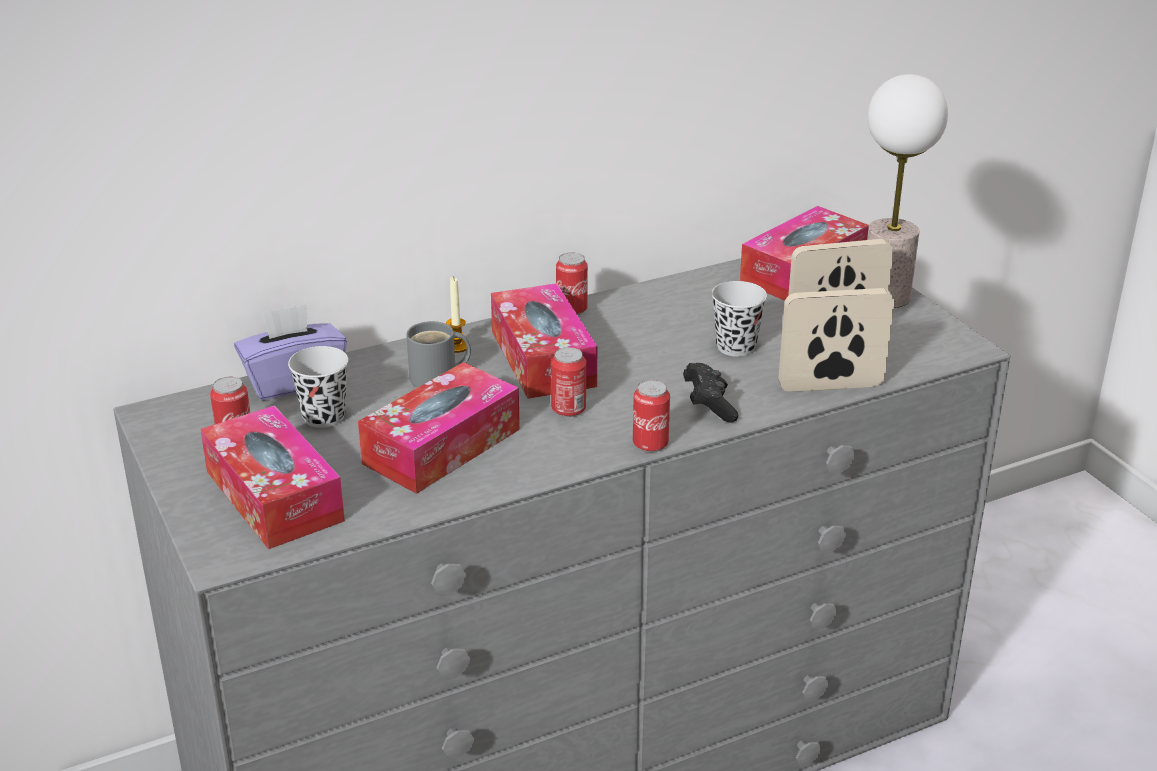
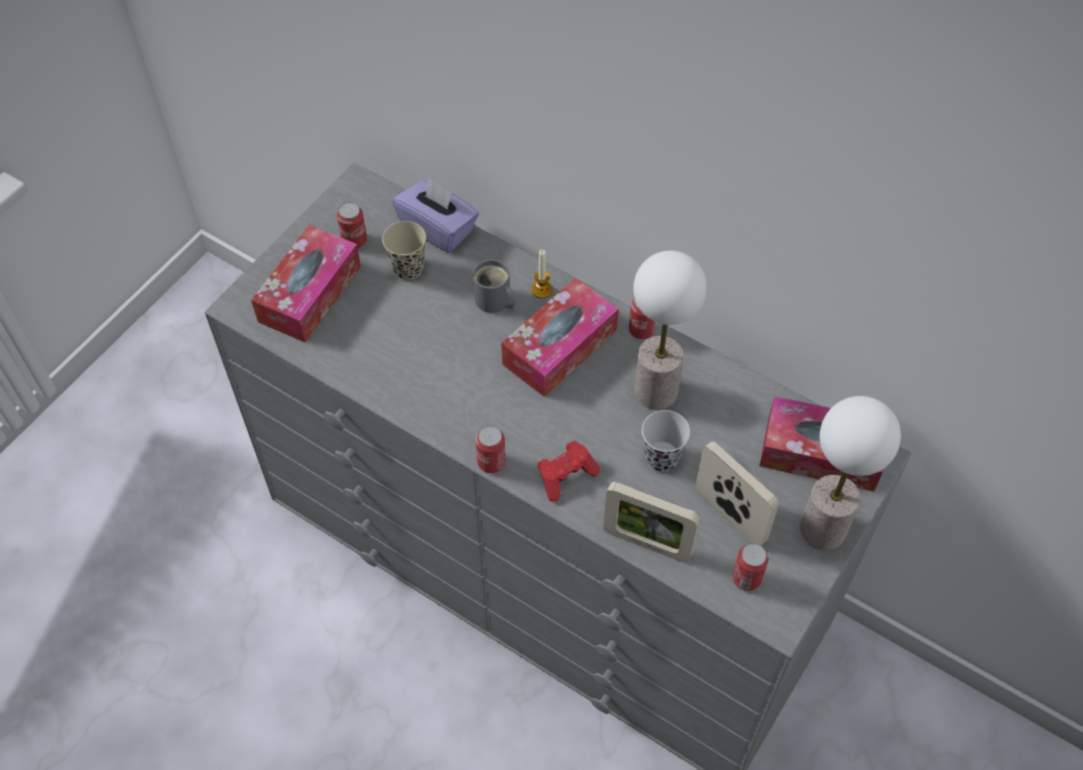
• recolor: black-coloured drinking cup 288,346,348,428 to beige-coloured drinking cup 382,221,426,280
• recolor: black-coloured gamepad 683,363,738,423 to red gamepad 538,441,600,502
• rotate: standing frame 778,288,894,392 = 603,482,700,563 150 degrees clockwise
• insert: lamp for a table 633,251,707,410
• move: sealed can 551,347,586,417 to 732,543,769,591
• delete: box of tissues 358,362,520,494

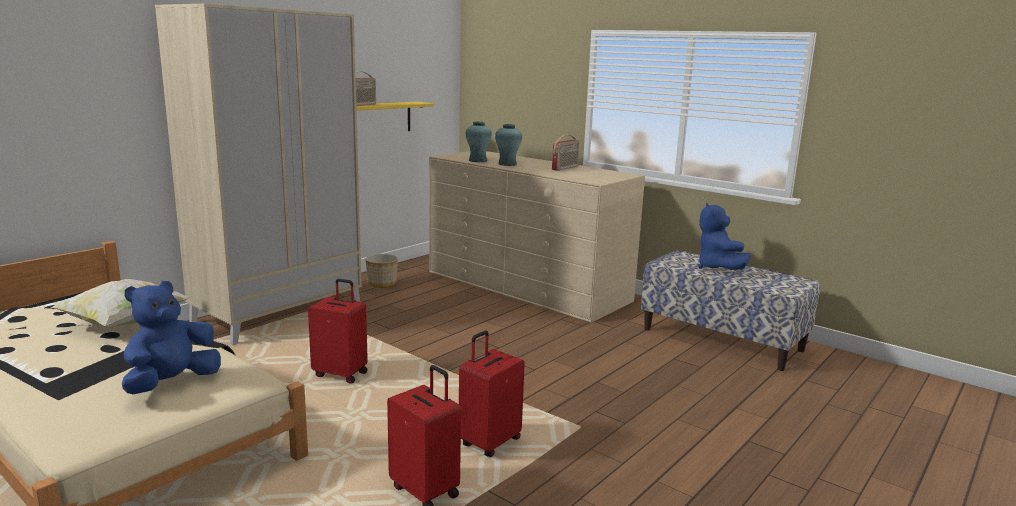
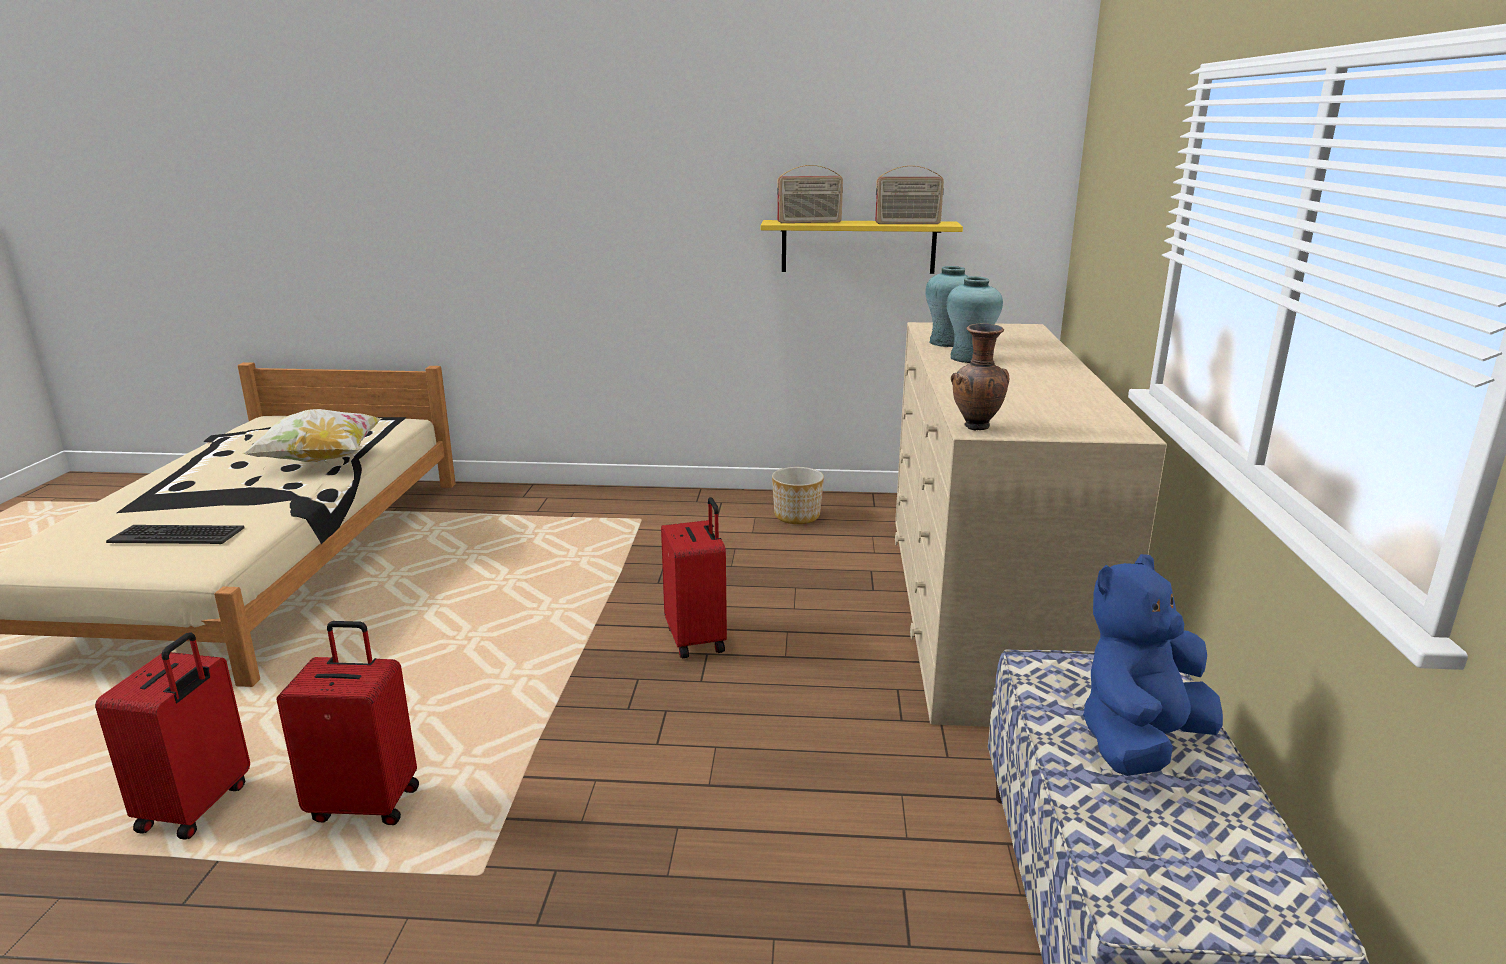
• replace: bluish soft toy 122,281,221,394 to PC keyboard 106,525,245,544
• move: red travel case 308,279,368,384 to 661,497,727,658
• move: radio set 552,134,579,171 to 875,165,944,224
• insert: brown-coloured decorative vase 951,324,1009,430
• delete: beige-coloured wardrobe 155,4,362,345

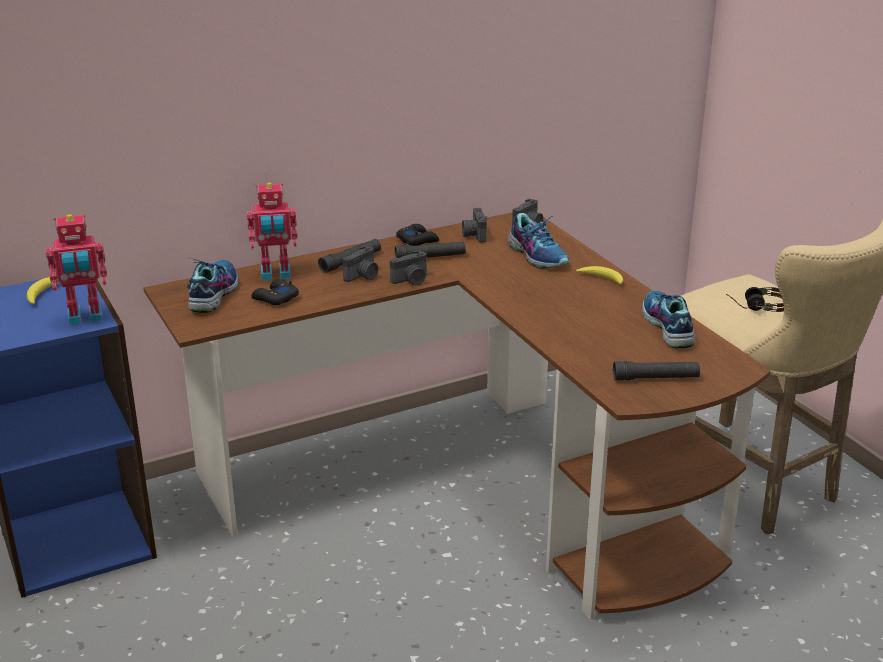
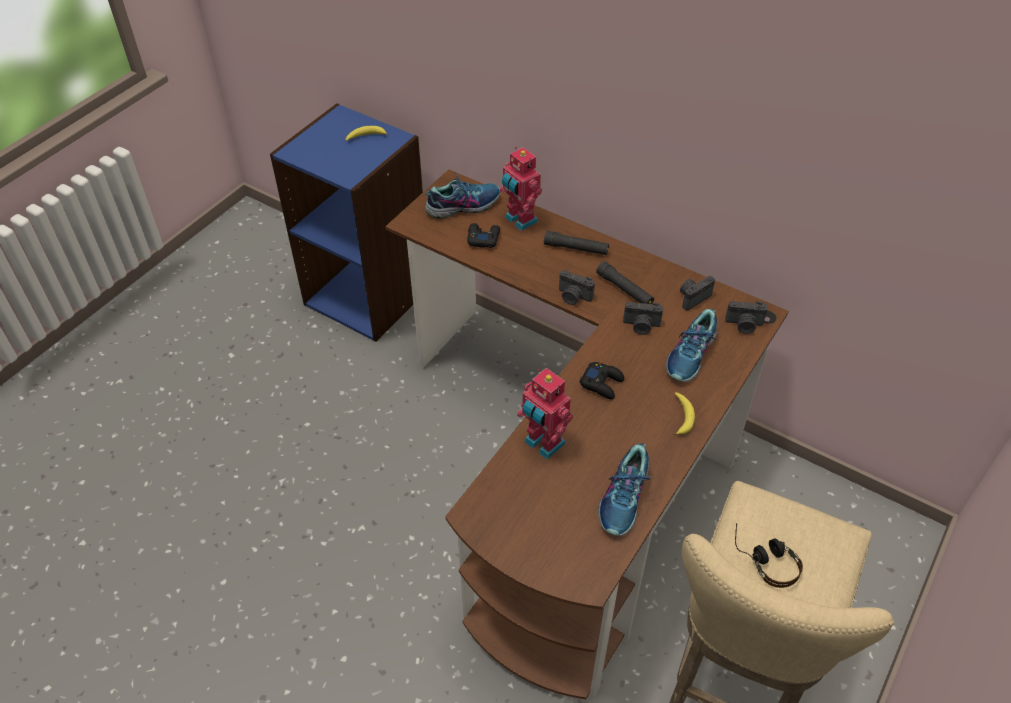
• move: robot figure 46,214,107,325 to 517,368,573,460
• move: black-coloured gamepad 396,224,439,246 to 580,362,624,399
• rotate: shoe 642,291,695,348 = 598,443,652,536 150 degrees clockwise
• move: photo camera 343,246,378,282 to 623,302,663,335
• delete: black-coloured flashlight 613,361,700,381

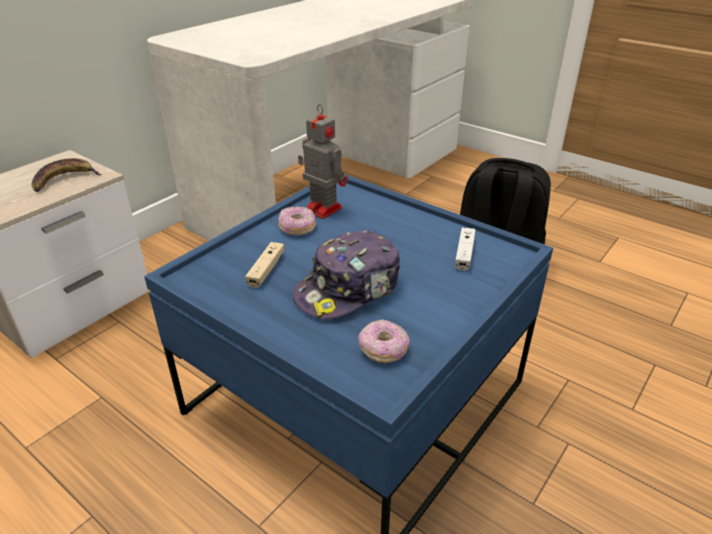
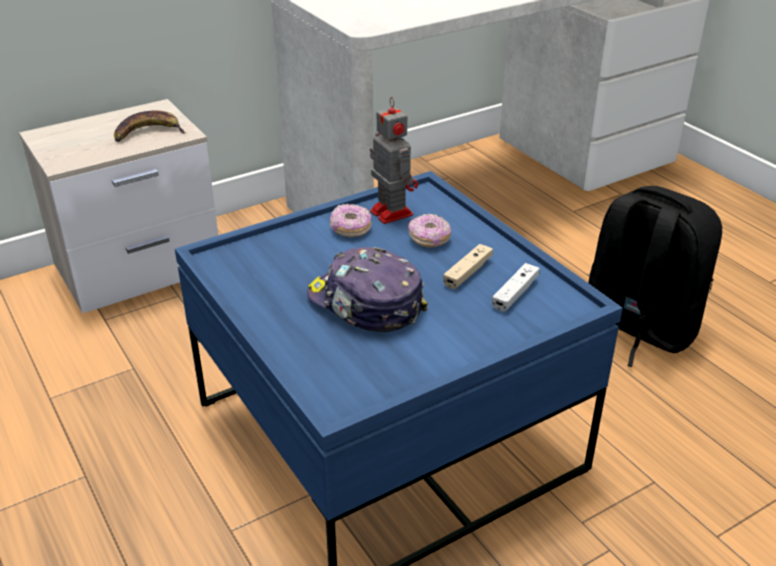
• rotate: cap 293,231,400,319 = 307,247,428,332 60 degrees clockwise
• move: doughnut 358,319,409,363 to 408,214,452,247
• move: beige-coloured gamepad 245,242,285,288 to 443,244,493,289

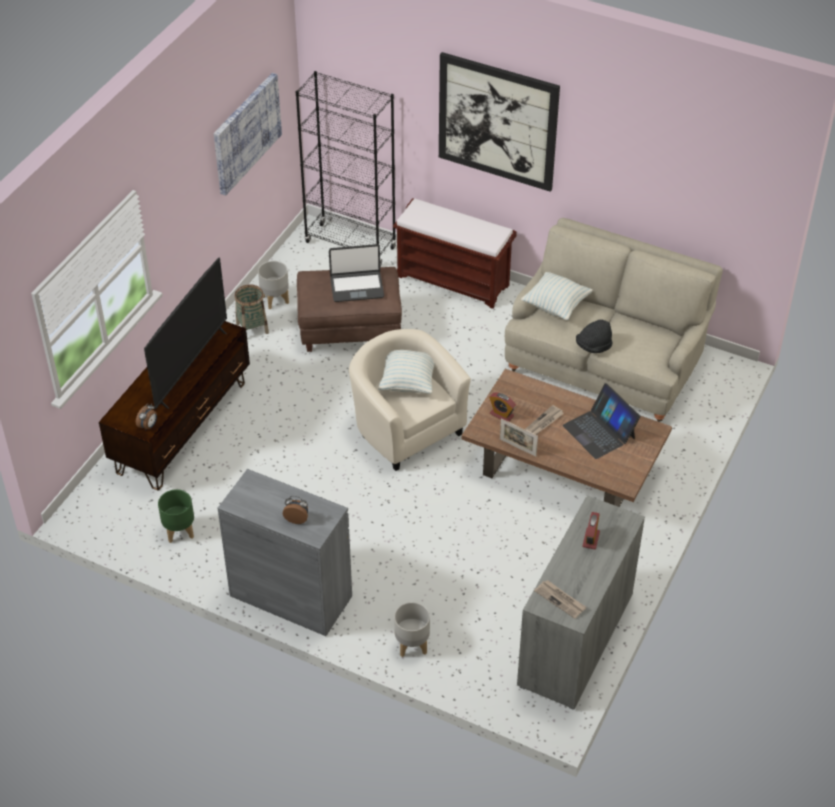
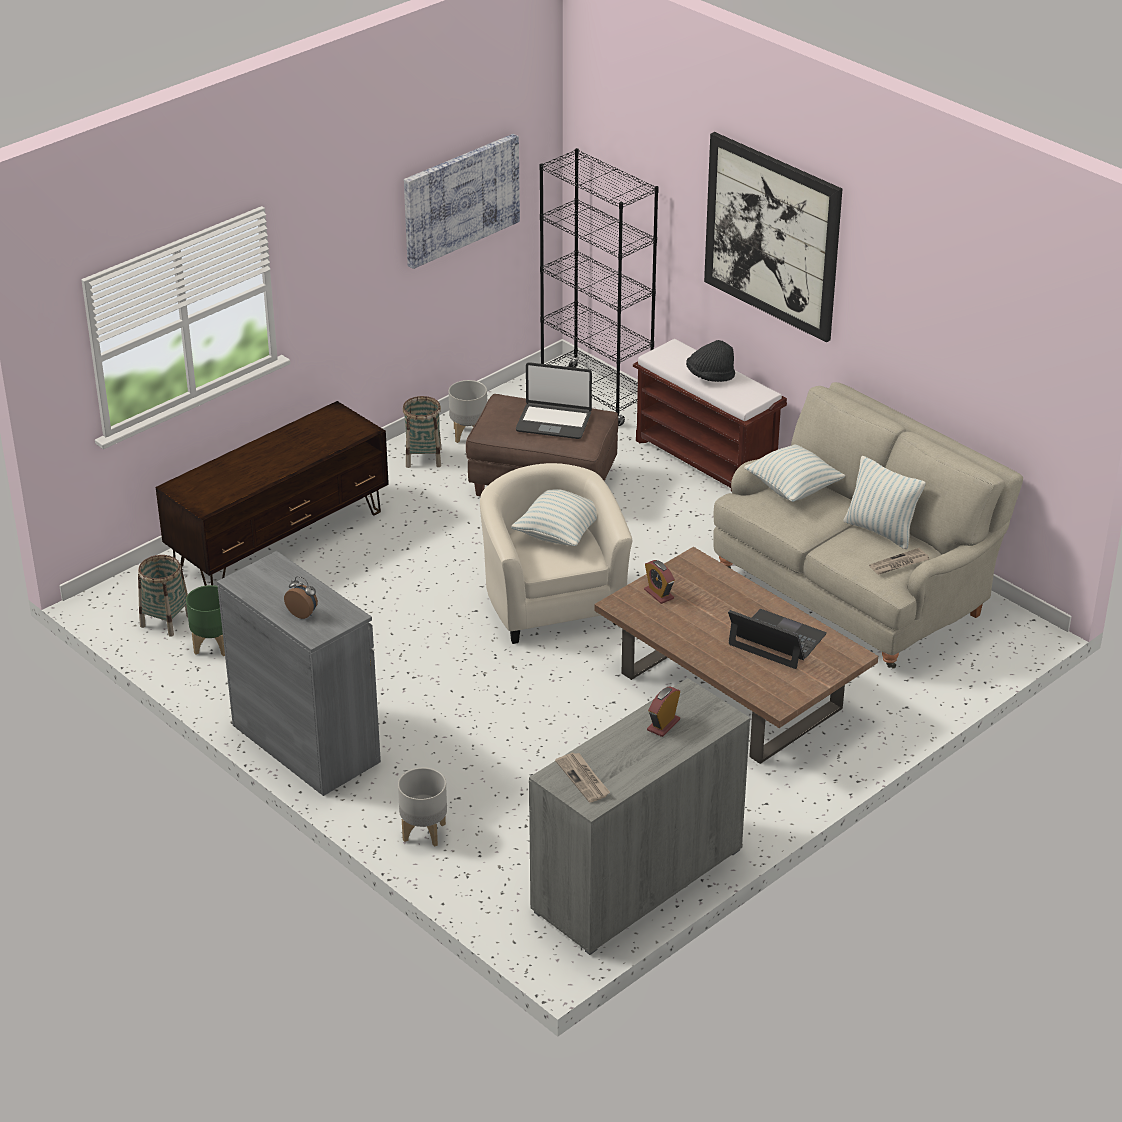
• insert: storage basket 138,555,188,636
• move: black-coloured wearable hat 576,320,612,353 to 686,340,735,382
• rotate: portable computer 563,383,640,459 = 728,609,827,669 135 degrees clockwise
• insert: throw pillow 843,456,926,549
• move: printed paper 525,405,564,435 to 869,548,929,575
• delete: bedside clock 136,404,157,429
• delete: TV 144,258,227,410
• delete: standing frame 500,418,538,457

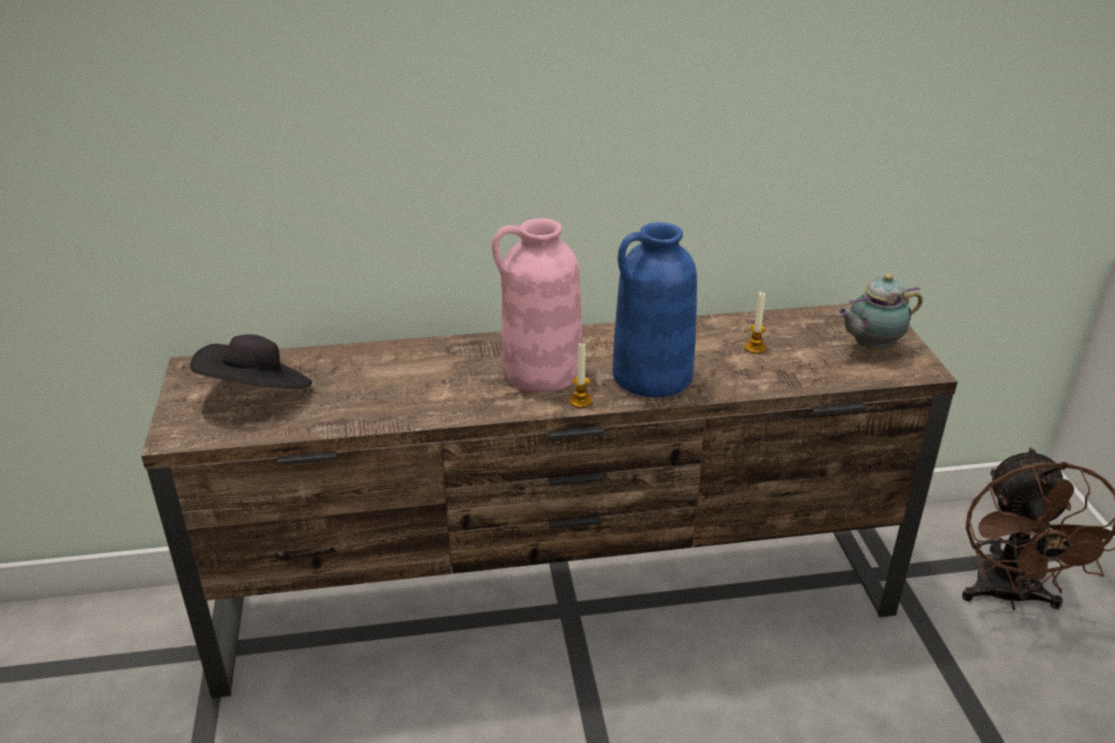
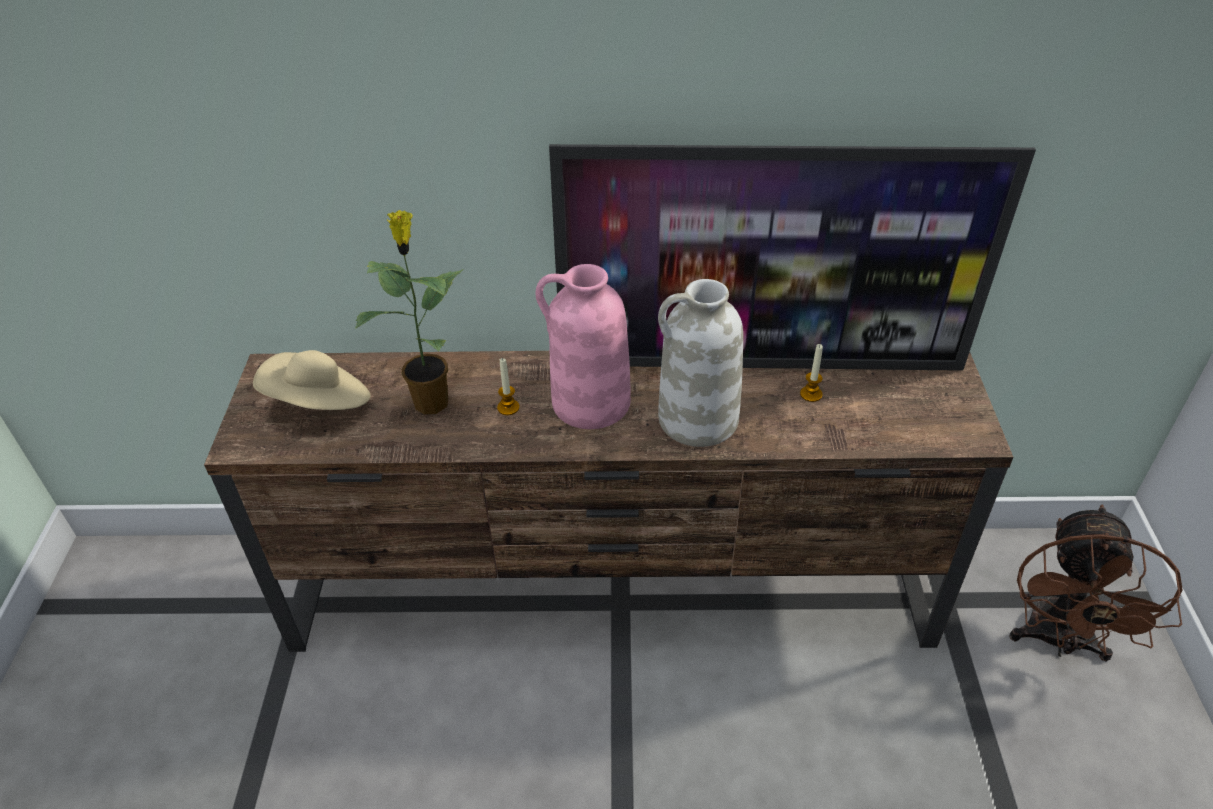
• recolor: black-coloured wearable hat 190,334,312,389 to beige-coloured wearable hat 253,350,370,410
• insert: houseplant 355,210,464,414
• move: wax candle 569,343,593,408 to 497,358,520,416
• insert: TV 549,144,1036,371
• recolor: bluish decorative vase 612,222,697,397 to white decorative vase 658,279,743,447
• delete: pot for tea 837,274,923,351

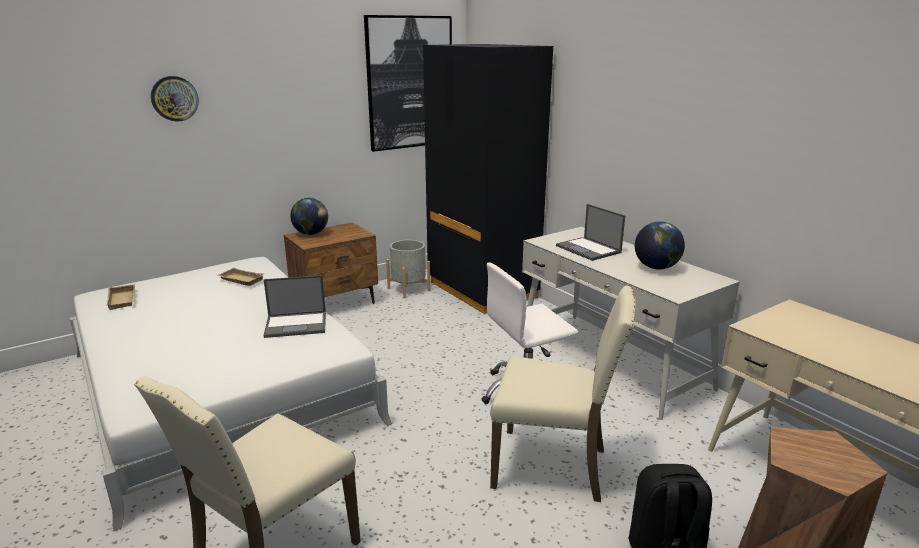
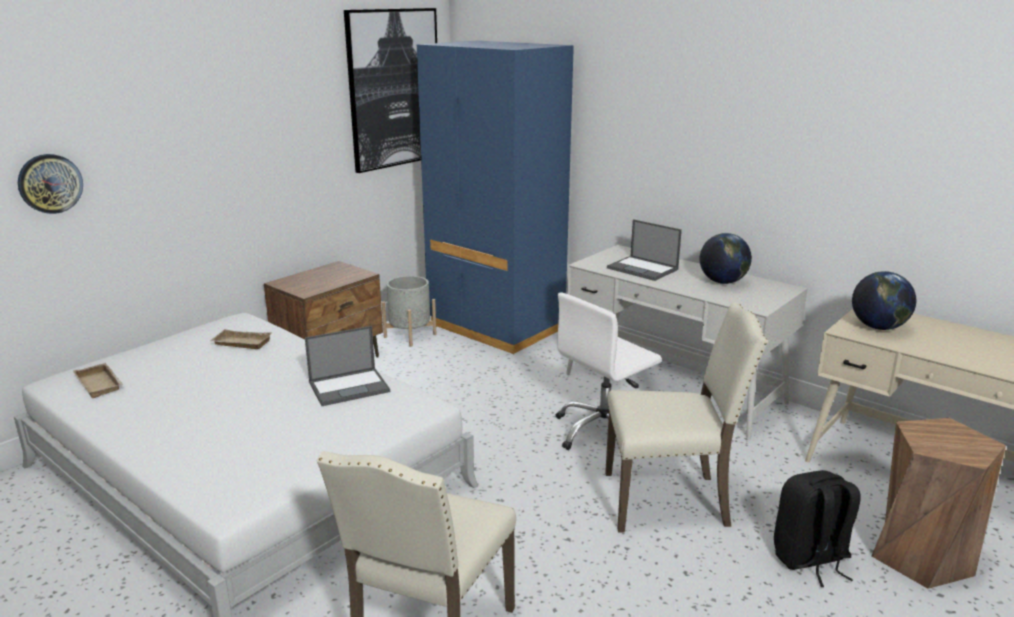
• move: hanging clock 151,76,199,122 to 18,154,83,214
• recolor: black-coloured wardrobe 423,44,553,314 to bluish wardrobe 417,41,574,354
• move: desk globe 290,198,328,235 to 852,271,916,330

